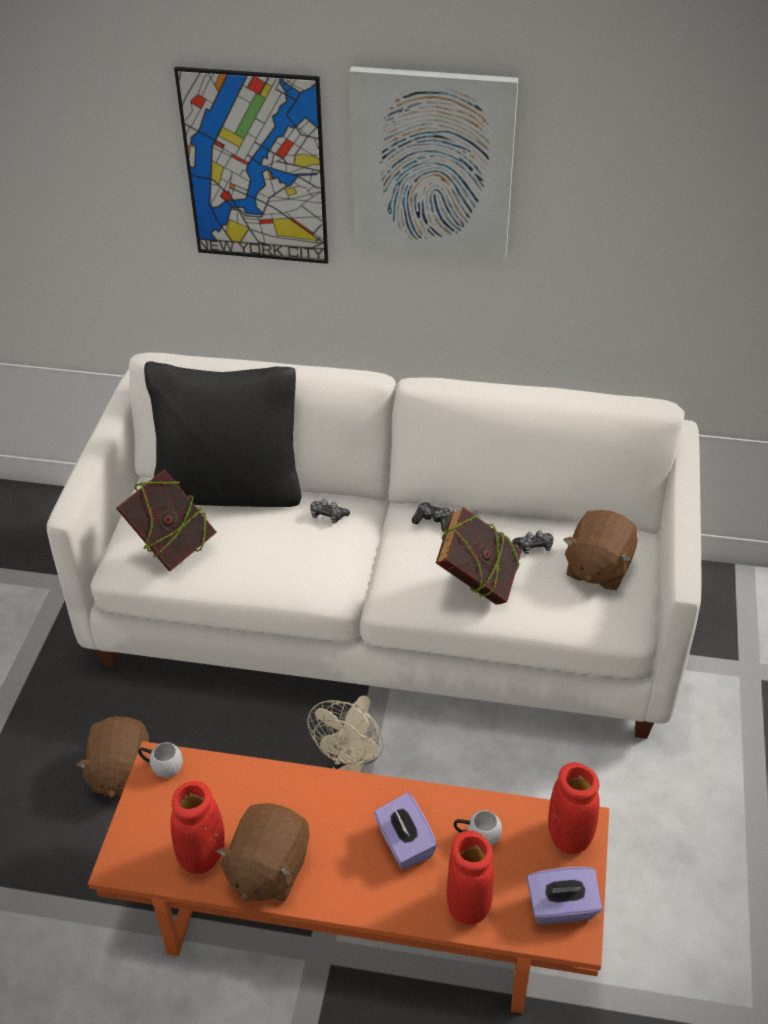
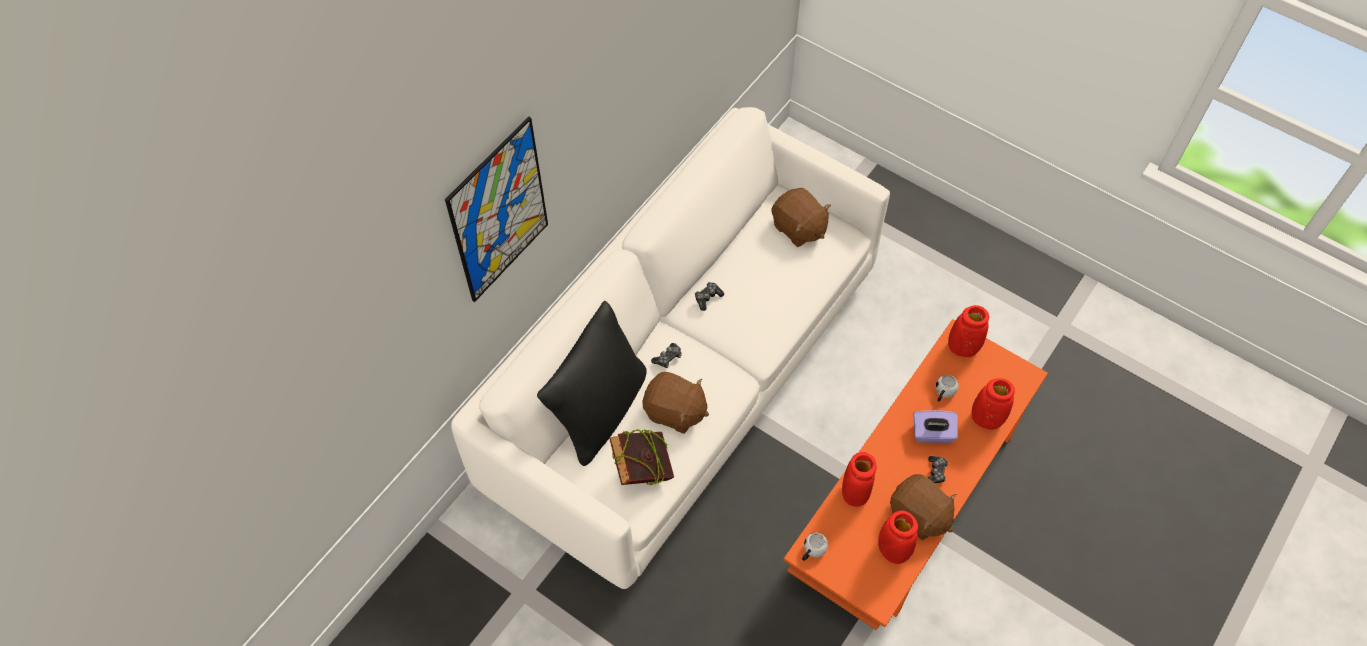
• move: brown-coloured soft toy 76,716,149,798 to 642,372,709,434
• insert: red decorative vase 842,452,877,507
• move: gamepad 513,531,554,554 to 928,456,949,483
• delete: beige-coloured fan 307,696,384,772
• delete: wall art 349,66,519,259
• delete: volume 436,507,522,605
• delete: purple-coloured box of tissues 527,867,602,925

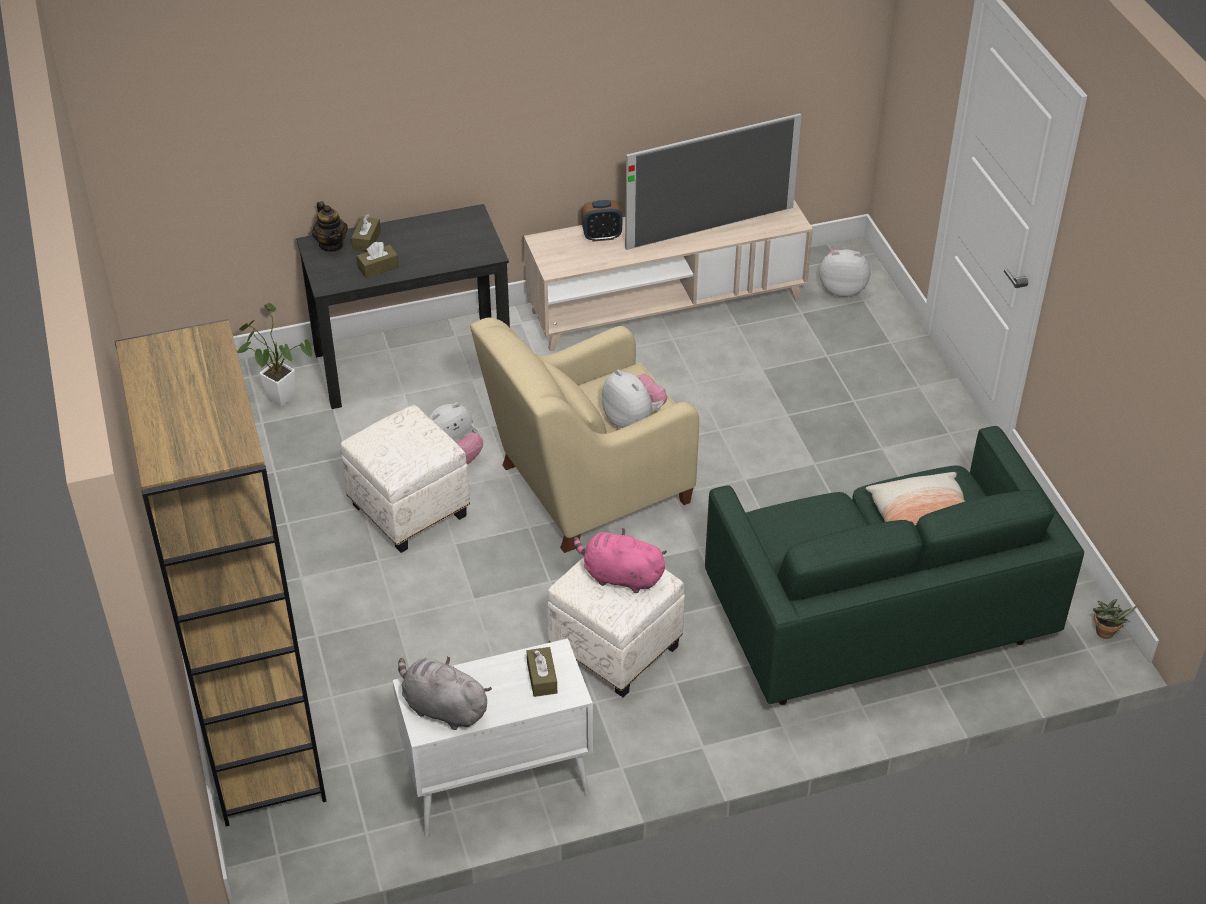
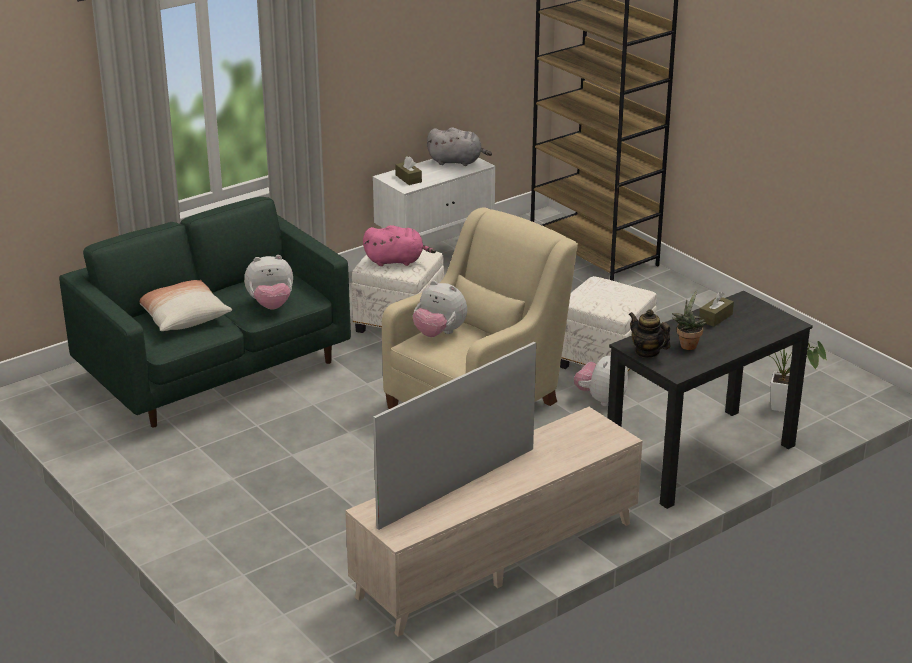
• move: soft toy 819,249,871,297 to 244,255,293,309
• move: pot for tea 312,201,348,252 to 629,309,671,358
• move: houseplant 1093,599,1137,639 to 672,290,706,350
• delete: brown-coloured box of tissues 351,214,381,252
• delete: bedside clock 582,200,622,242

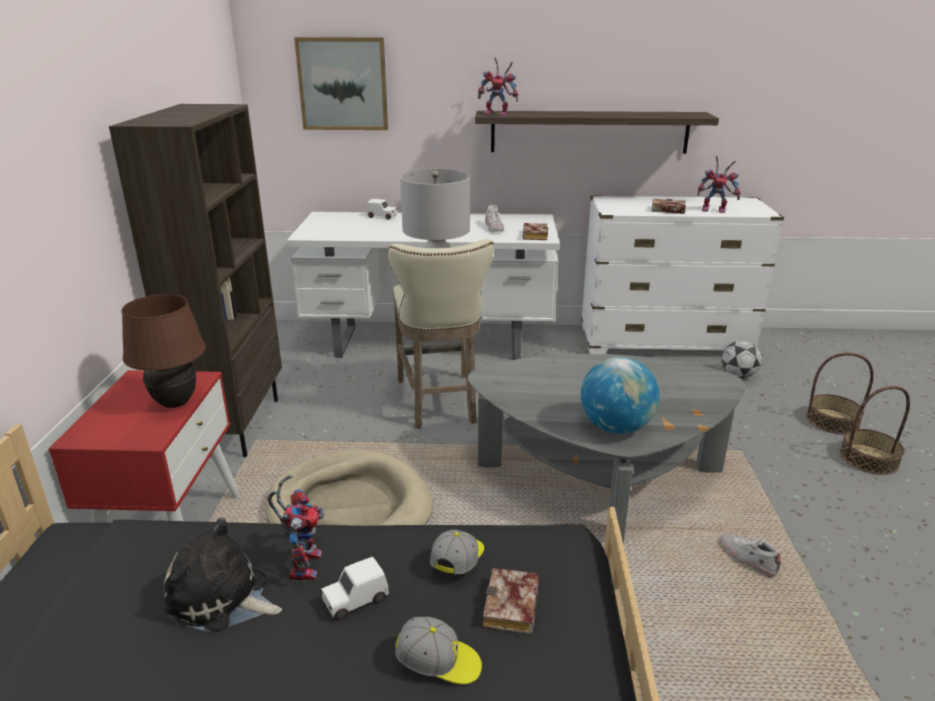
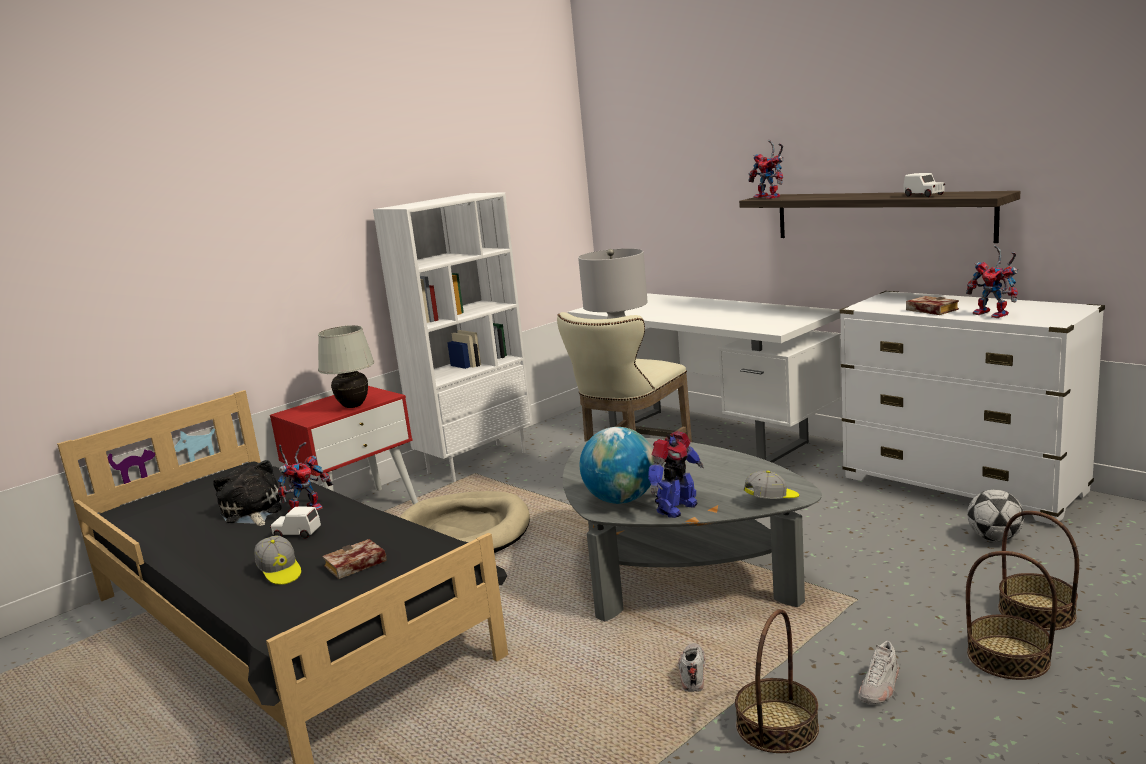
• recolor: brown-coloured lamp for a table 121,294,206,408 to white lamp for a table 318,325,375,408
• recolor: brown-coloured bookshelf 109,104,282,457 to white bookshelf 373,192,533,482
• insert: robot figure 648,431,704,518
• insert: storage basket 735,609,819,753
• move: cap 430,530,484,574 to 744,471,799,499
• move: white shoe 485,204,504,232 to 859,641,899,704
• move: white model car 367,199,397,220 to 903,173,945,197
• delete: wall art 294,37,388,130
• delete: volume 523,223,548,240

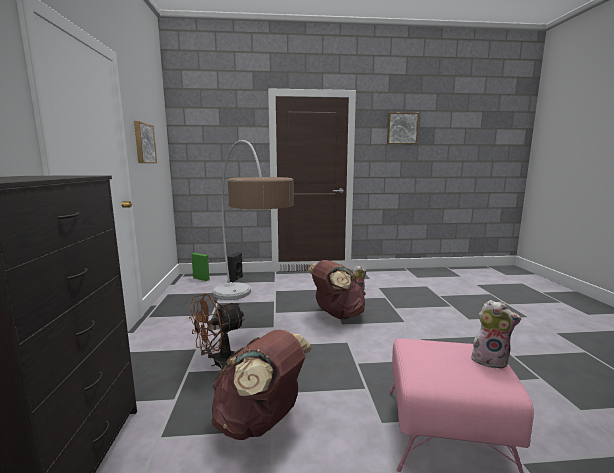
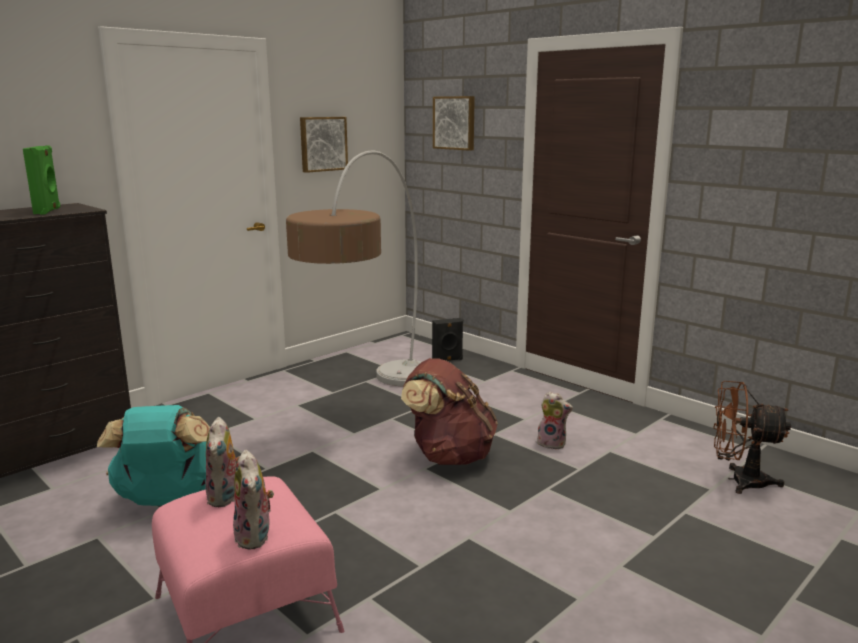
• move: green loudspeaker 191,253,210,281 to 23,145,60,215
• recolor: brown-coloured rucksack 211,330,313,440 to turquoise-coloured rucksack 97,405,210,506
• insert: soft toy 205,417,239,507
• move: wall art 387,113,419,144 to 433,96,475,151
• move: brown-coloured fan 189,294,245,370 to 713,381,791,494

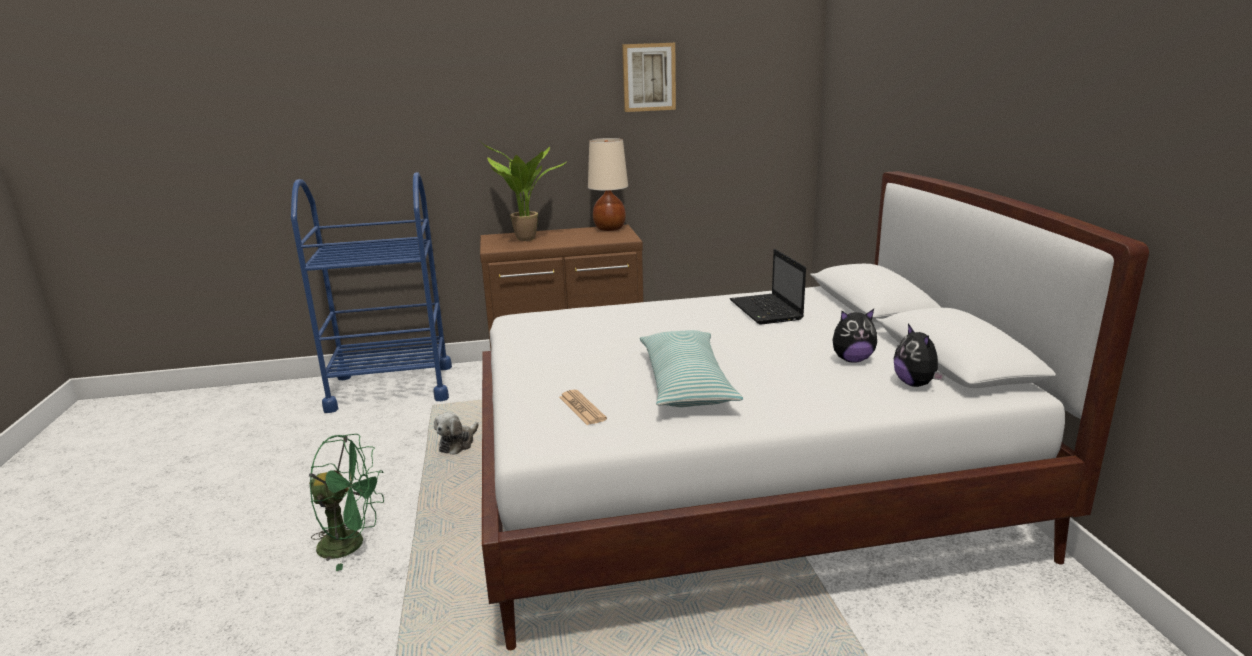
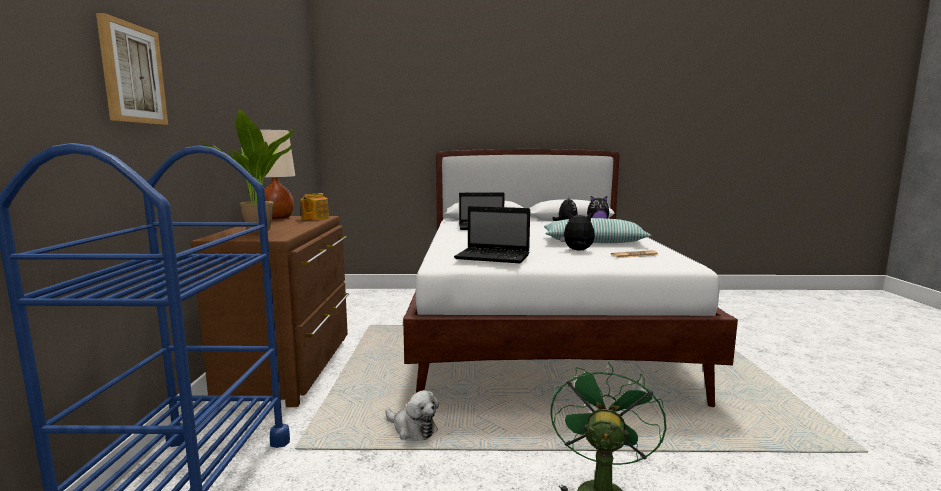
• move: wall art 622,43,676,112 to 96,13,168,125
• insert: pot for tea 300,193,329,220
• insert: portable computer 454,206,530,264
• insert: soft toy 560,212,595,251

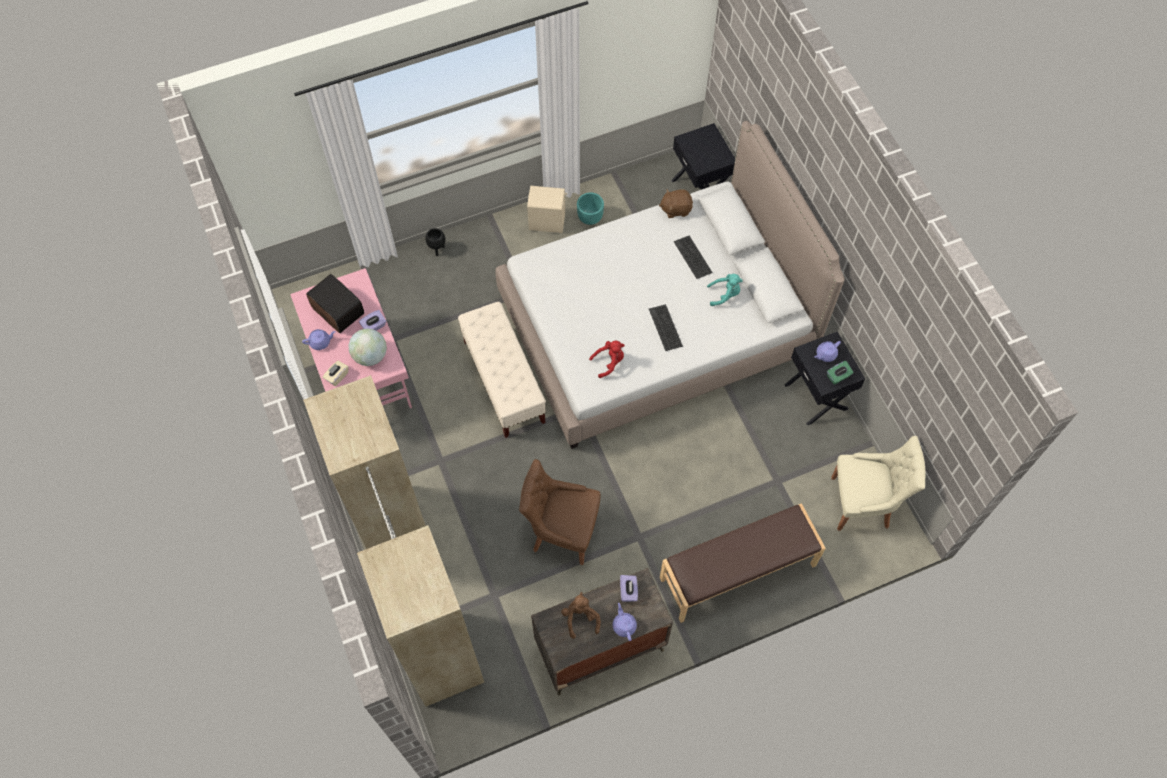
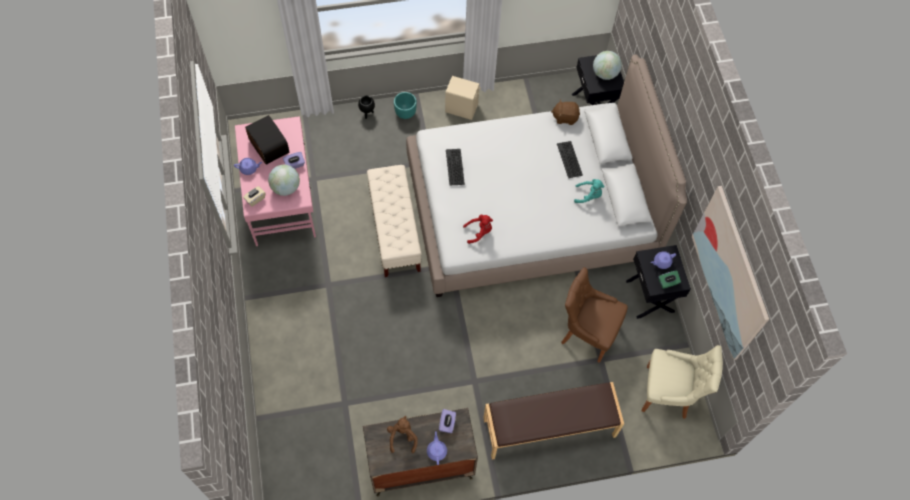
• move: turquoise-coloured plant pot 577,193,604,225 to 394,92,417,119
• move: PC keyboard 649,304,683,351 to 446,149,465,185
• move: brown-coloured upright chair 519,459,601,565 to 561,267,628,363
• insert: desk globe 593,51,622,80
• insert: wall art 692,186,769,360
• delete: beige-coloured wardrobe 303,375,484,707

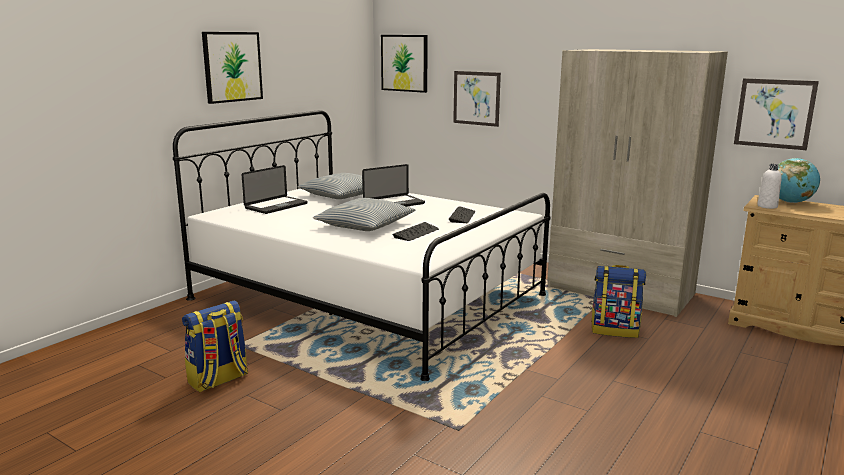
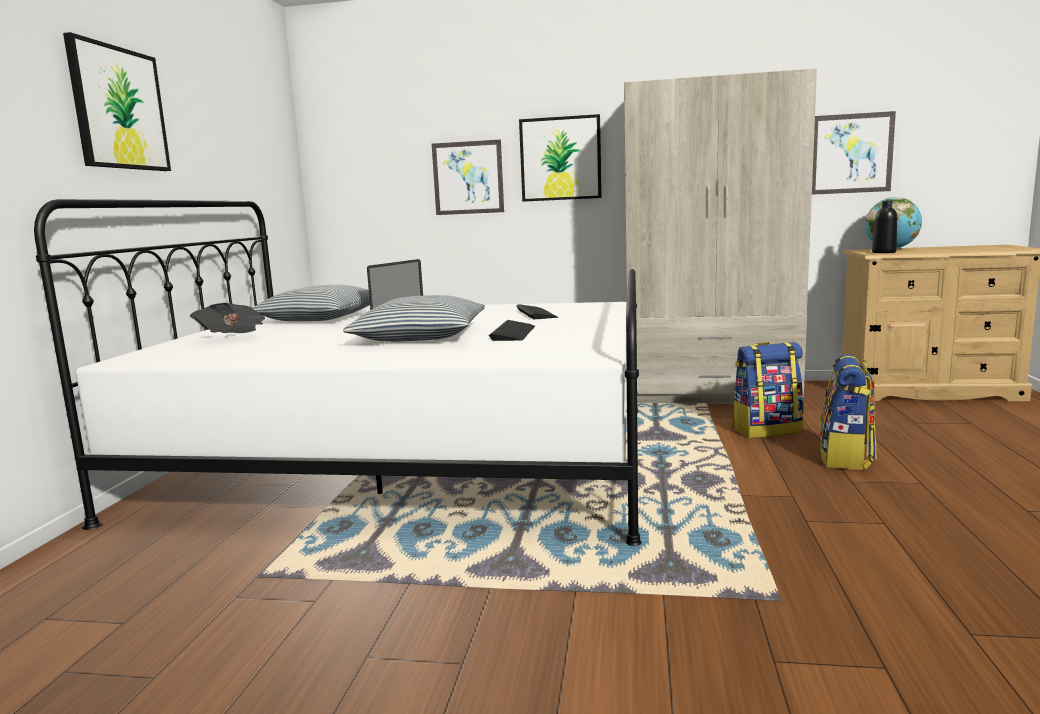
• replace: portable computer 242,165,308,214 to printed paper 190,303,265,333
• move: wall art 381,35,428,93 to 519,114,602,202
• move: rucksack 182,300,248,392 to 819,354,877,470
• recolor: white beverage bottle 757,164,782,209 to black-coloured beverage bottle 872,201,897,253

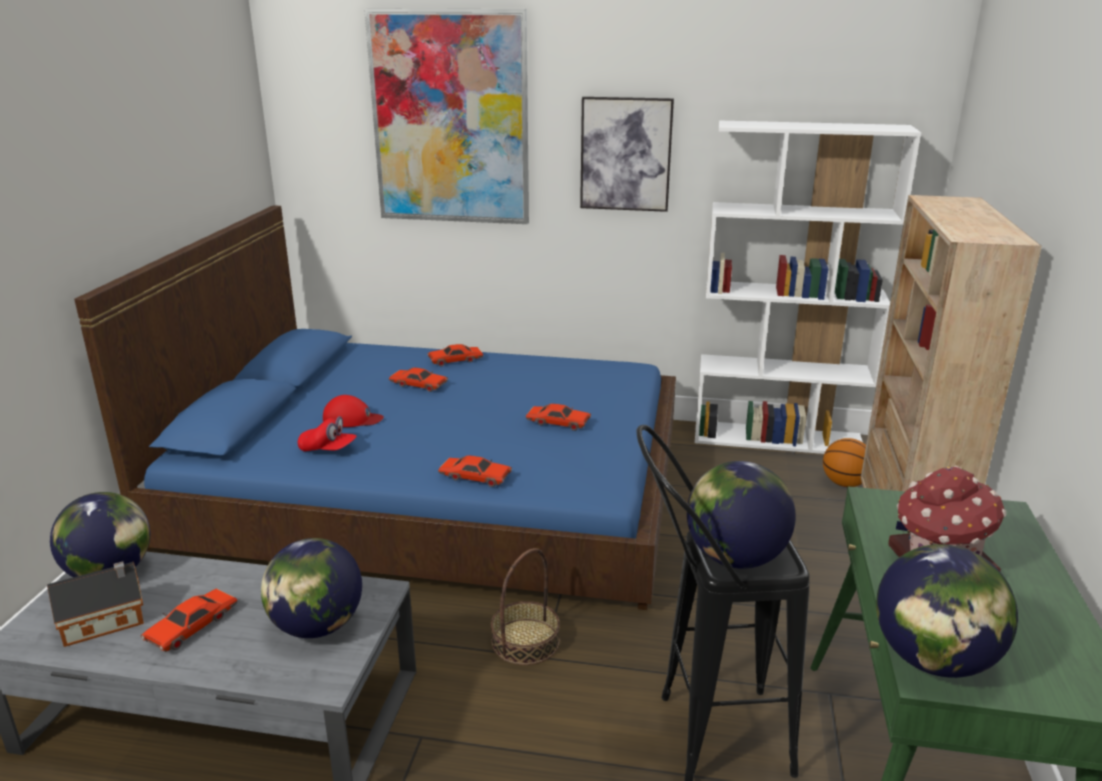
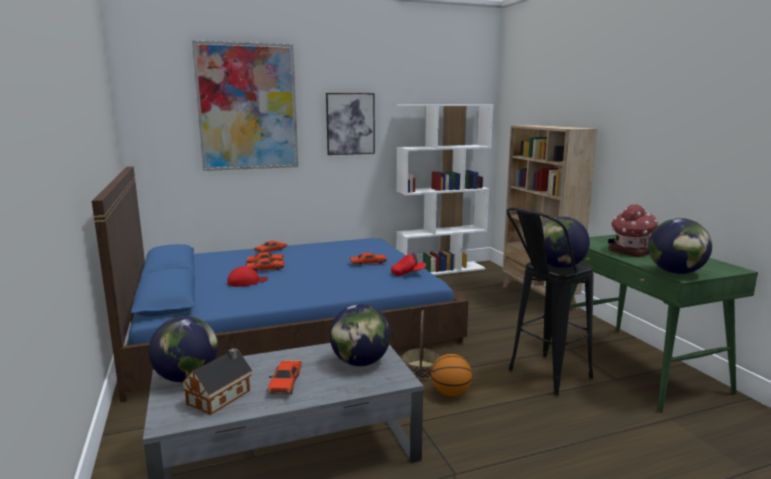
• move: red model car 438,455,512,487 to 247,258,285,272
• move: red cap 298,416,357,452 to 391,252,426,276
• move: basketball ball 823,438,866,487 to 431,354,472,396

